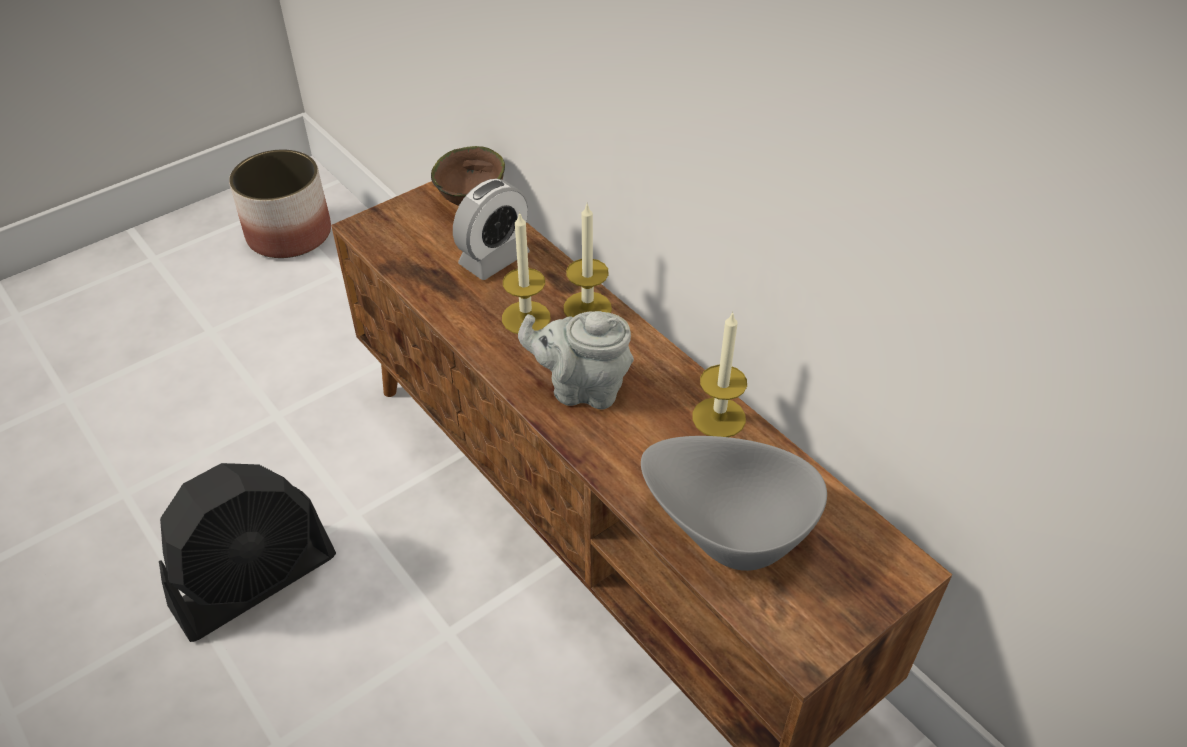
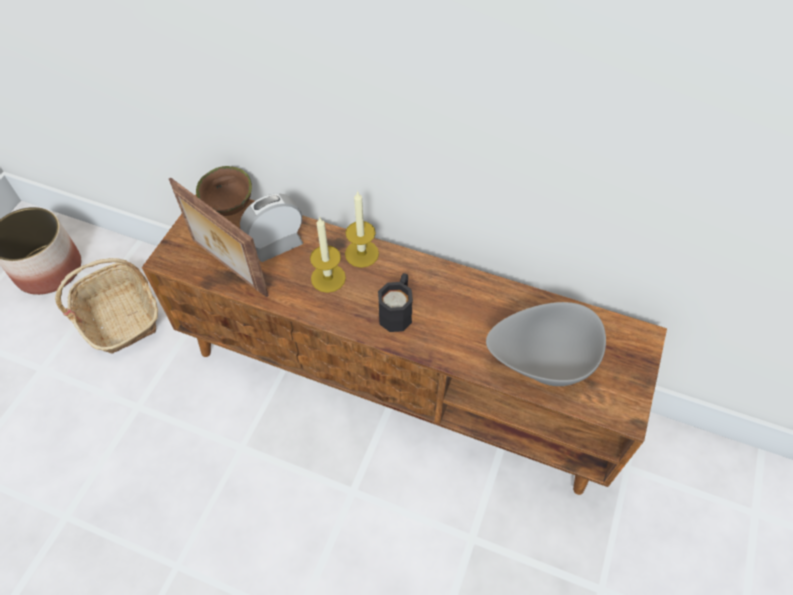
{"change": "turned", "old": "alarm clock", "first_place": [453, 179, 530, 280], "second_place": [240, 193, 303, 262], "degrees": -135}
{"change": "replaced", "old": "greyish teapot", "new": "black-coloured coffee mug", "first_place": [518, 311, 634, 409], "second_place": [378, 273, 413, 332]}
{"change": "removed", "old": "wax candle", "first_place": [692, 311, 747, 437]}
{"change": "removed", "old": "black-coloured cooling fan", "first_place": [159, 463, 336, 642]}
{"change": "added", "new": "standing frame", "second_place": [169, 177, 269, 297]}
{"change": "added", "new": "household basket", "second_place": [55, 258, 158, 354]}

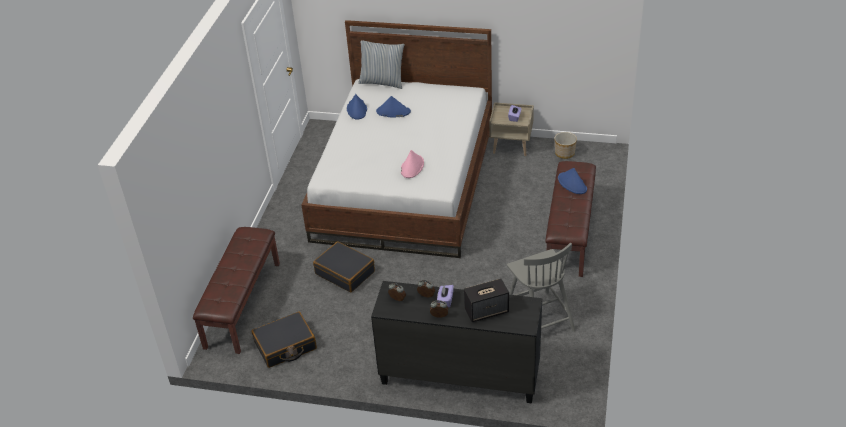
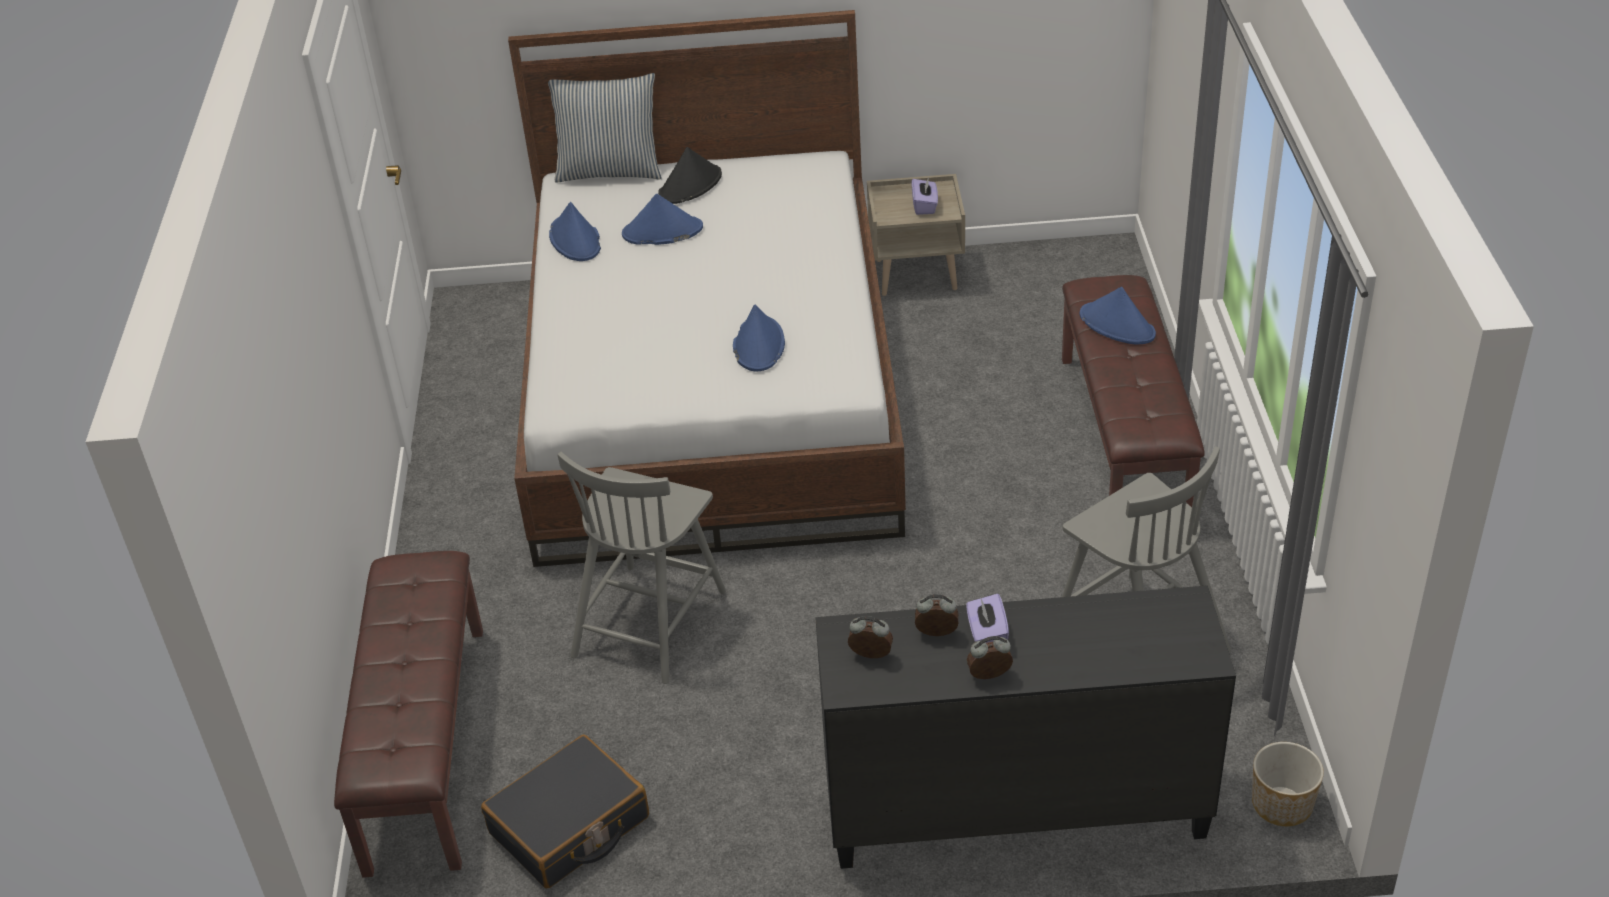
{"change": "moved", "old": "plant pot", "first_place": [554, 132, 577, 159], "second_place": [1252, 742, 1324, 826]}
{"change": "recoloured", "old": "pink-coloured clothing hat", "new": "bluish clothing hat", "first_place": [401, 150, 424, 178], "second_place": [733, 304, 785, 371]}
{"change": "replaced", "old": "black-coloured travel case", "new": "greyish plain chair", "first_place": [313, 241, 375, 292], "second_place": [558, 452, 726, 684]}
{"change": "removed", "old": "speaker", "first_place": [464, 278, 509, 322]}
{"change": "added", "new": "black-coloured clothing hat", "second_place": [658, 147, 722, 204]}

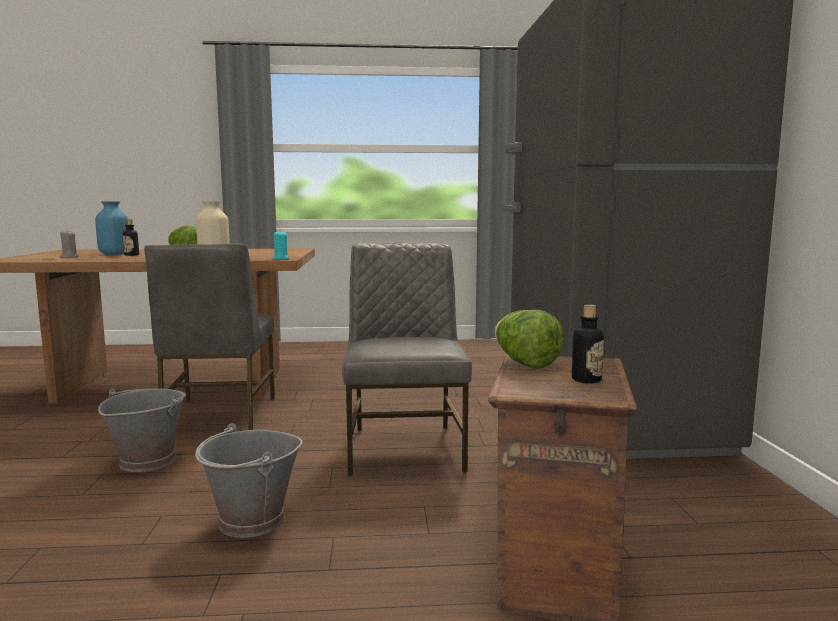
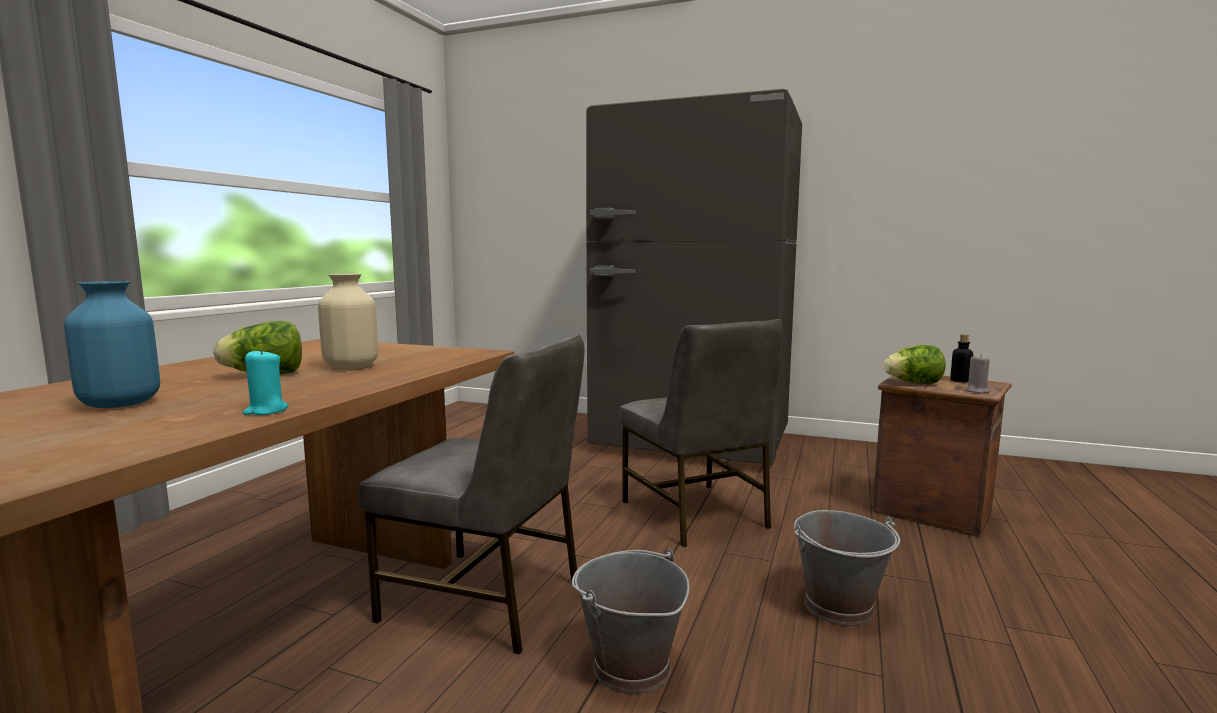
{"change": "removed", "old": "beverage bottle", "first_place": [123, 219, 139, 256]}
{"change": "moved", "old": "greyish wax candle", "first_place": [60, 230, 79, 258], "second_place": [965, 354, 990, 394]}
{"change": "moved", "old": "turquoise wax candle", "first_place": [272, 232, 289, 260], "second_place": [243, 349, 288, 415]}
{"change": "turned", "old": "greyish plain chair", "first_place": [342, 243, 472, 476], "second_place": [620, 319, 783, 547], "degrees": -135}

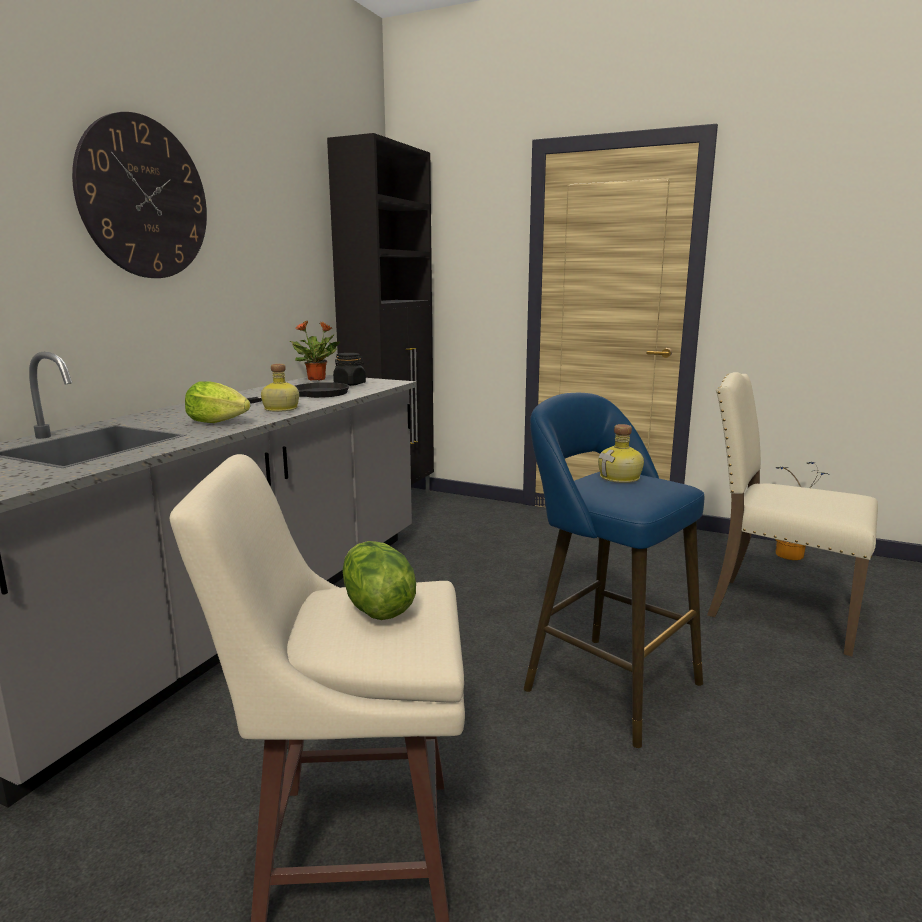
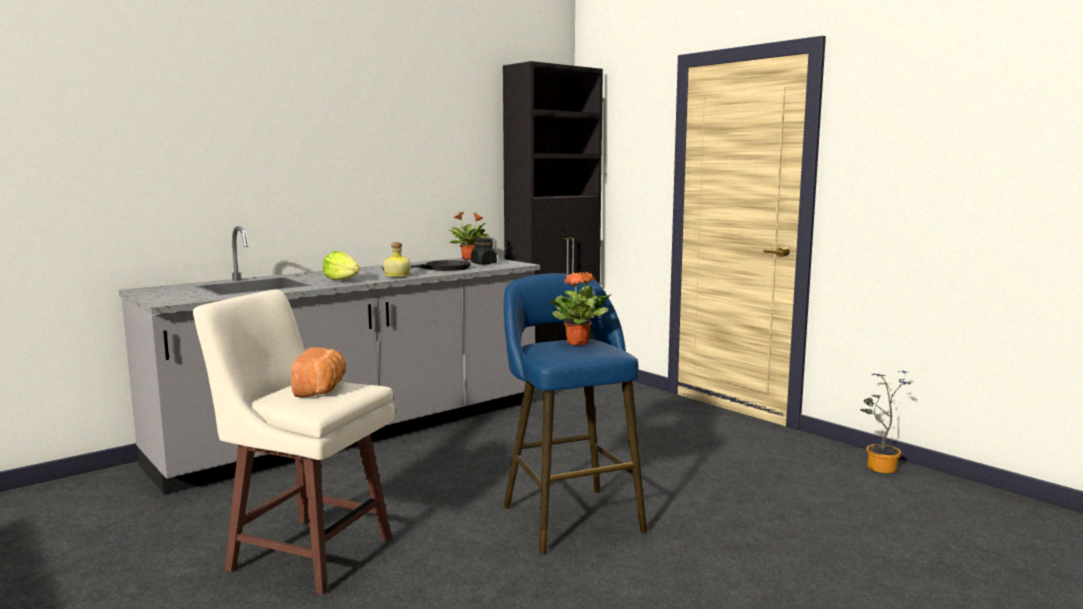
{"change": "removed", "old": "wall clock", "first_place": [72, 112, 207, 278]}
{"change": "removed", "old": "sand-coloured plain chair", "first_place": [707, 372, 878, 656]}
{"change": "replaced", "old": "beverage bottle", "new": "potted plant", "first_place": [598, 424, 644, 483], "second_place": [549, 272, 611, 345]}
{"change": "replaced", "old": "lettuce head", "new": "baked bread", "first_place": [342, 541, 416, 620], "second_place": [291, 347, 346, 397]}

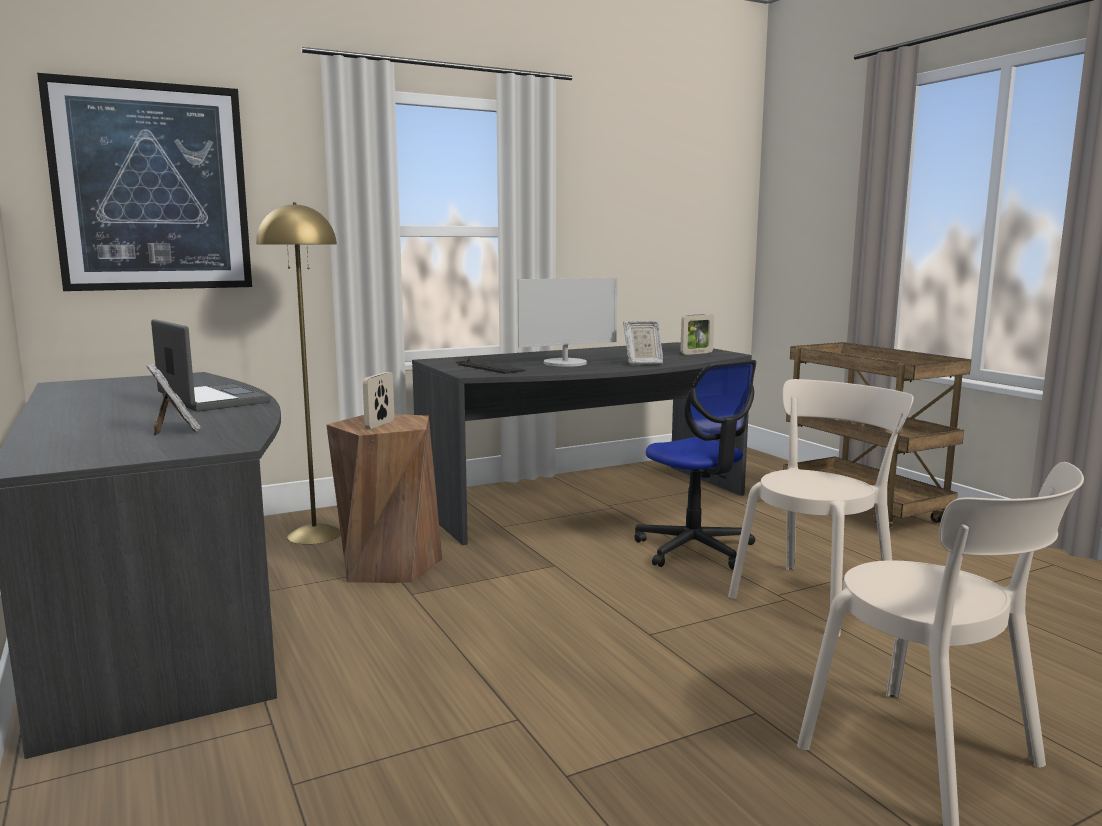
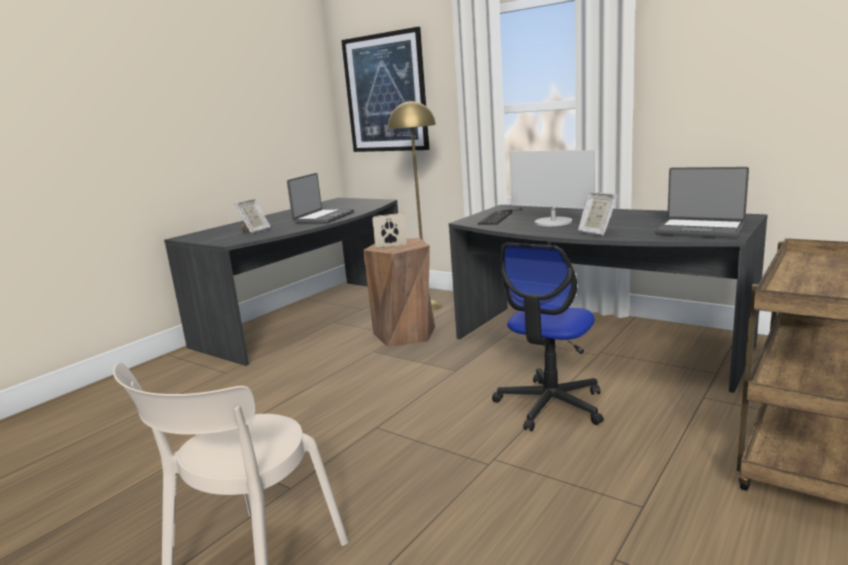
{"change": "replaced", "old": "standing frame", "new": "notebook computer", "first_place": [680, 314, 714, 355], "second_place": [655, 167, 749, 238]}
{"change": "removed", "old": "sand-coloured plain chair", "first_place": [728, 379, 914, 637]}

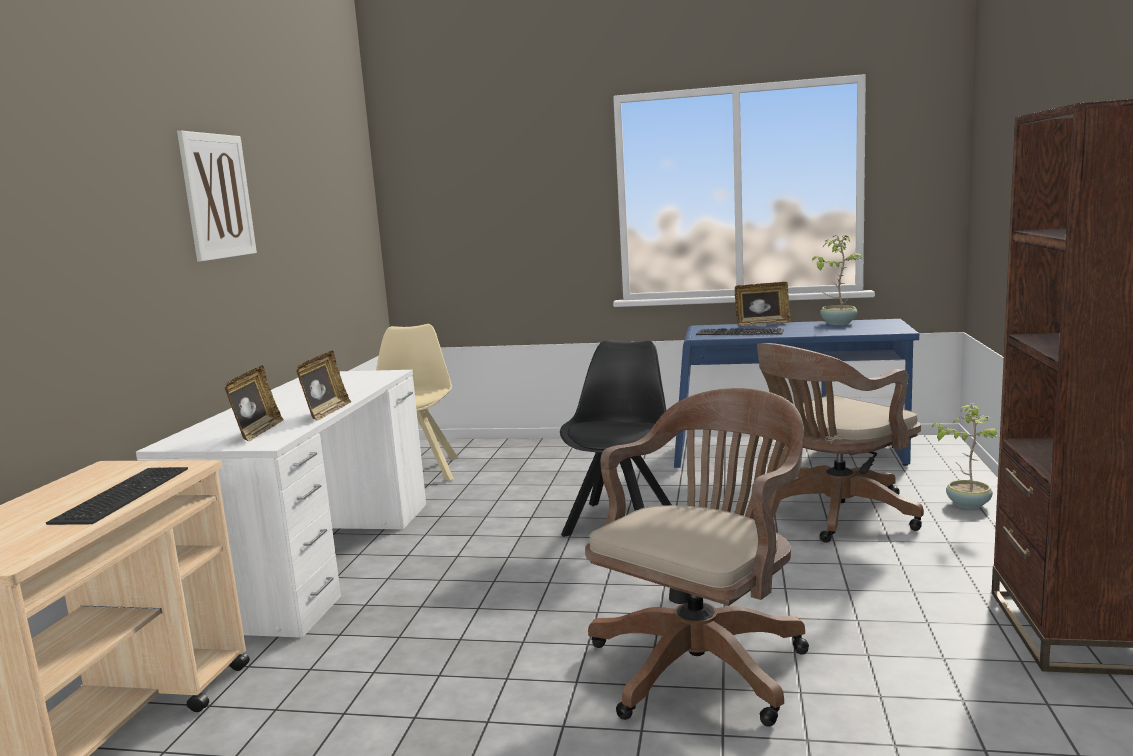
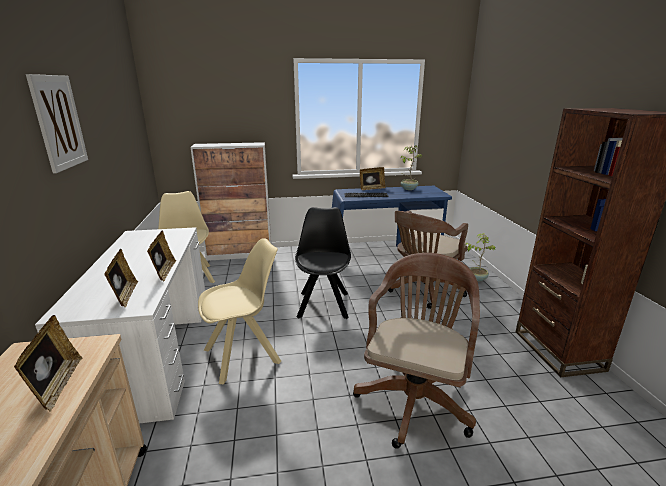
{"change": "replaced", "old": "PC keyboard", "new": "standing frame", "first_place": [46, 467, 188, 525], "second_place": [14, 315, 83, 412]}
{"change": "added", "new": "storage cabinet", "second_place": [190, 142, 271, 261]}
{"change": "added", "new": "sand-coloured plain chair", "second_place": [198, 238, 281, 385]}

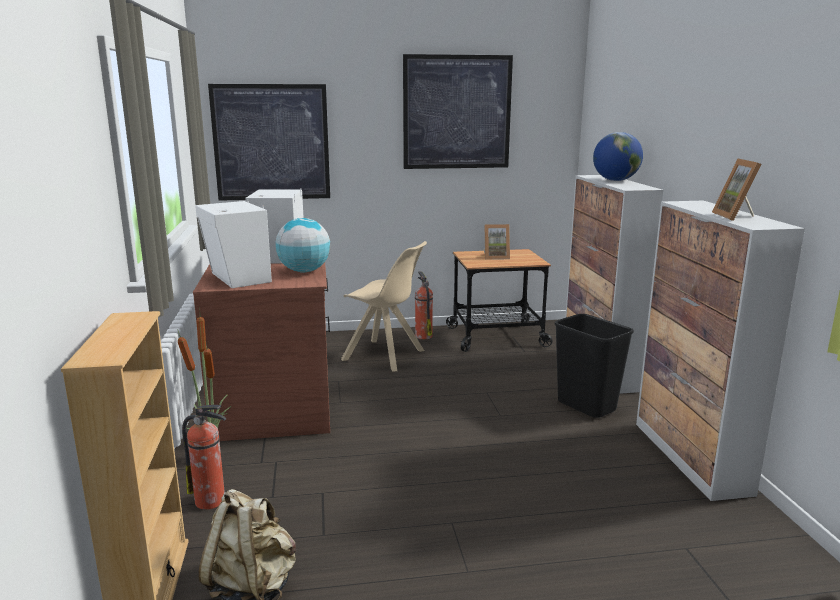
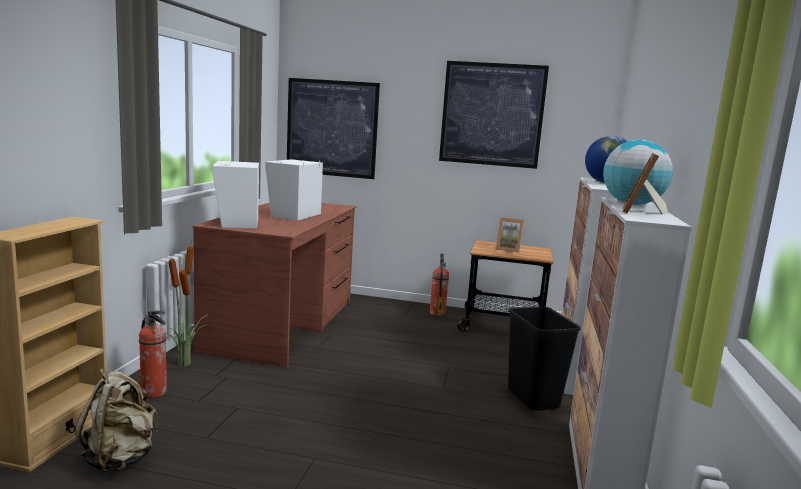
{"change": "moved", "old": "globe", "first_place": [275, 218, 331, 272], "second_place": [603, 140, 673, 205]}
{"change": "removed", "old": "sand-coloured plain chair", "first_place": [341, 241, 427, 372]}

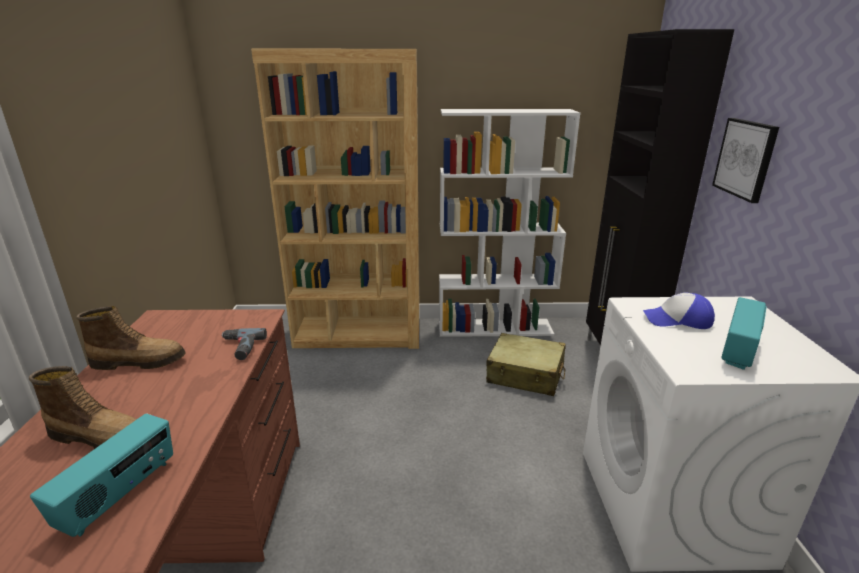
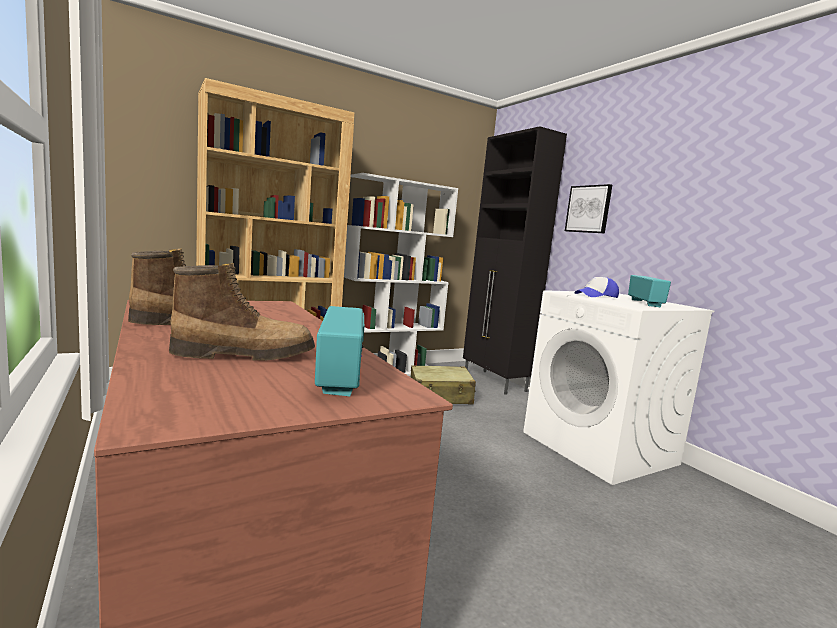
{"change": "removed", "old": "drill", "first_place": [221, 328, 267, 360]}

